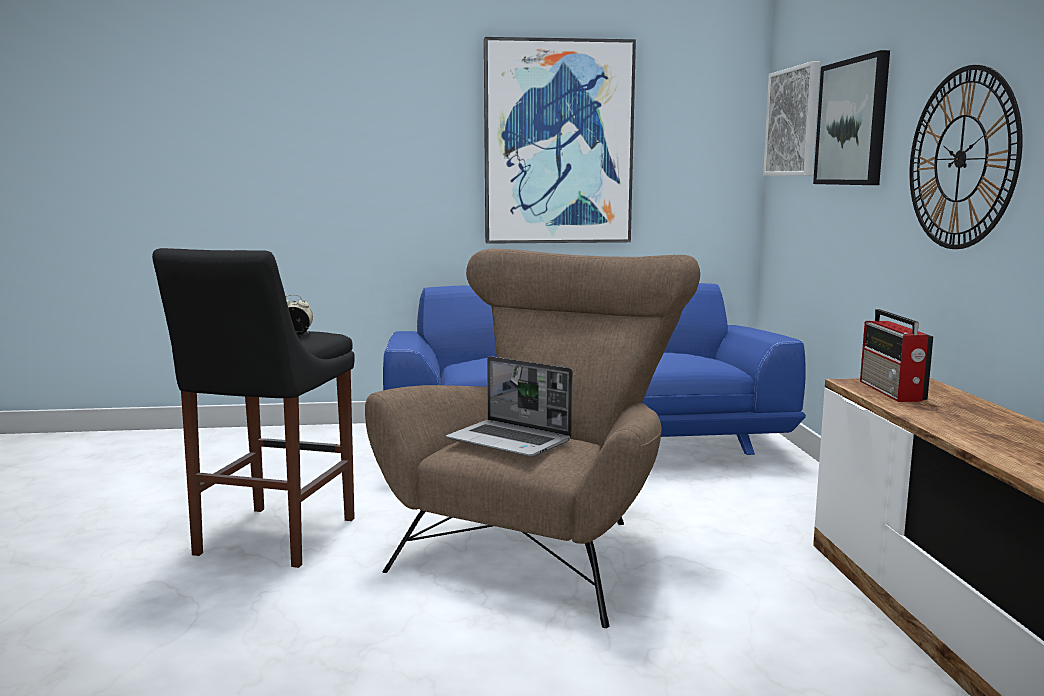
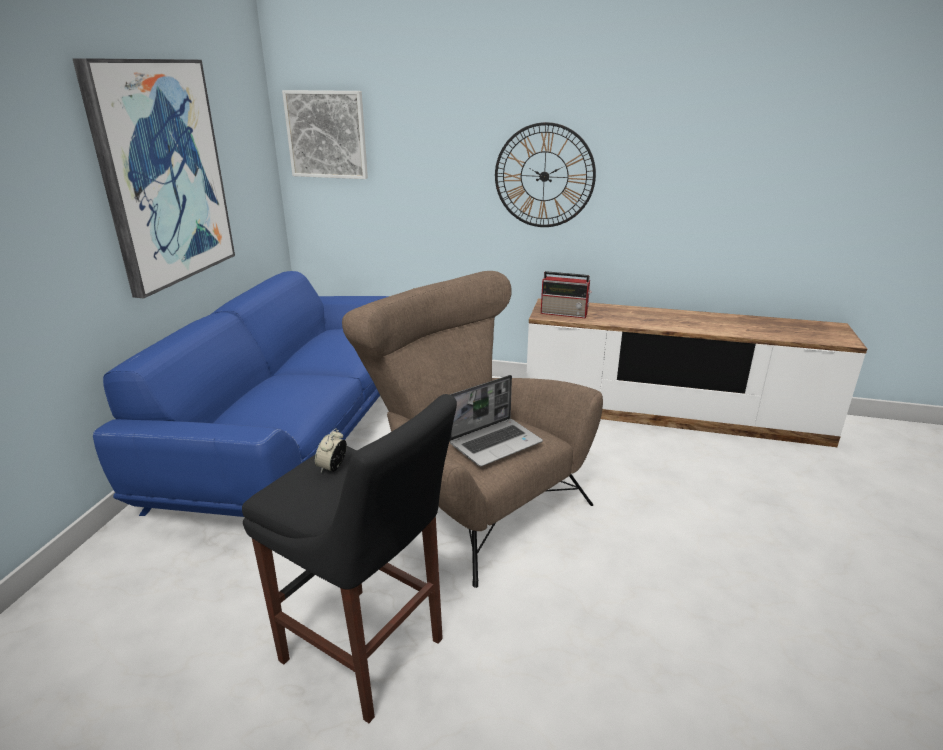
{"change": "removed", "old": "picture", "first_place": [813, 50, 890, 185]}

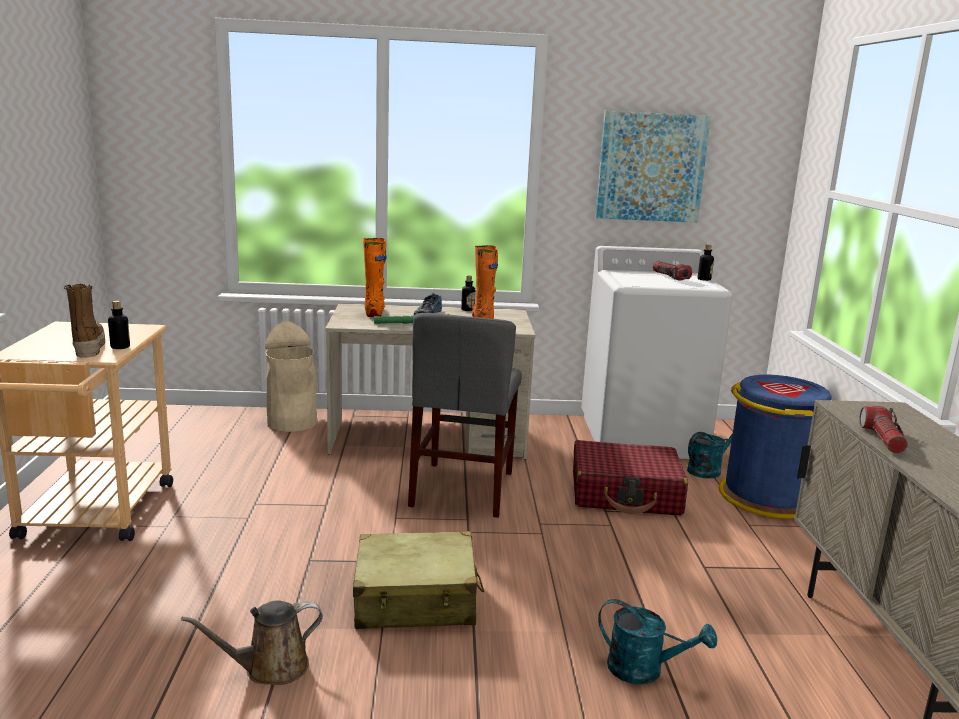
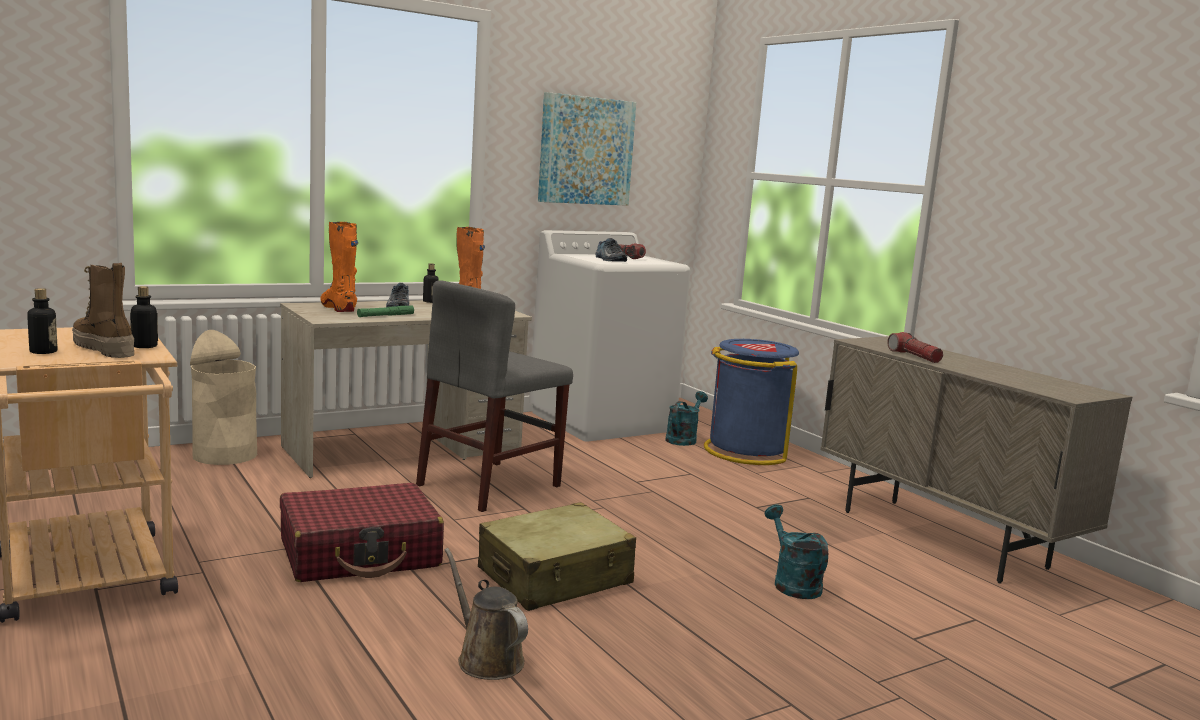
{"change": "moved", "old": "beverage bottle", "first_place": [698, 244, 714, 281], "second_place": [27, 288, 58, 354]}
{"change": "turned", "old": "greyish plain chair", "first_place": [408, 313, 522, 518], "second_place": [416, 280, 573, 512], "degrees": 60}
{"change": "moved", "old": "reddish travel case", "first_place": [573, 440, 688, 515], "second_place": [280, 483, 444, 582]}
{"change": "turned", "old": "turquoise sprinkling can", "first_place": [598, 599, 717, 685], "second_place": [765, 504, 828, 599], "degrees": -105}
{"change": "turned", "old": "brown sprinkling can", "first_place": [181, 601, 323, 685], "second_place": [445, 548, 528, 680], "degrees": 105}
{"change": "added", "new": "shoe", "second_place": [595, 238, 627, 262]}

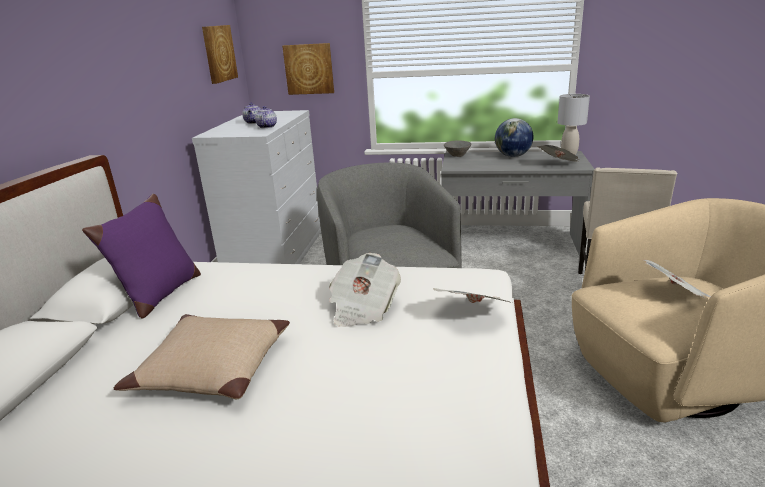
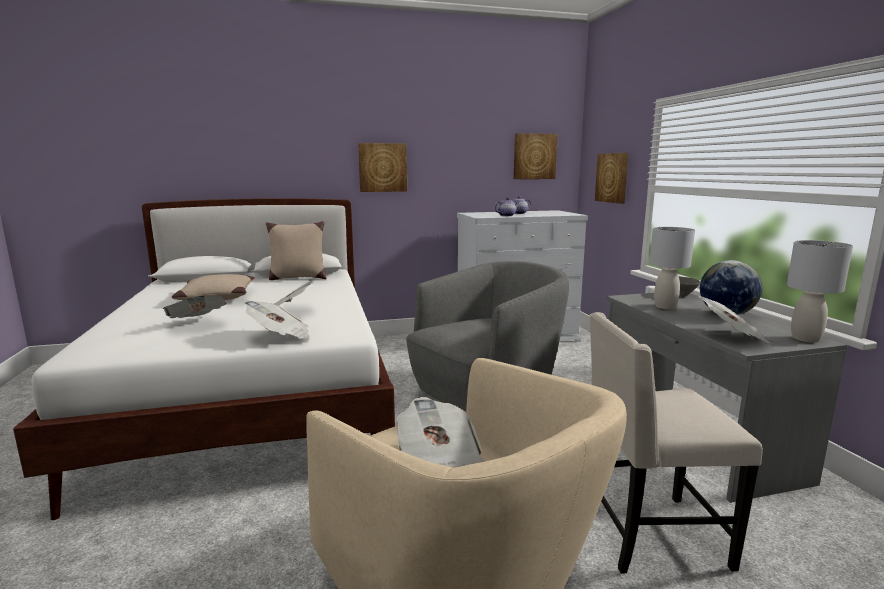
{"change": "recoloured", "old": "purplish throw pillow", "new": "sand-coloured throw pillow", "first_place": [82, 194, 201, 319], "second_place": [266, 221, 327, 280]}
{"change": "added", "new": "picture", "second_place": [358, 143, 407, 192]}
{"change": "added", "new": "greyish lamp for a table", "second_place": [649, 227, 695, 309]}
{"change": "added", "new": "printed paper", "second_place": [163, 295, 227, 318]}

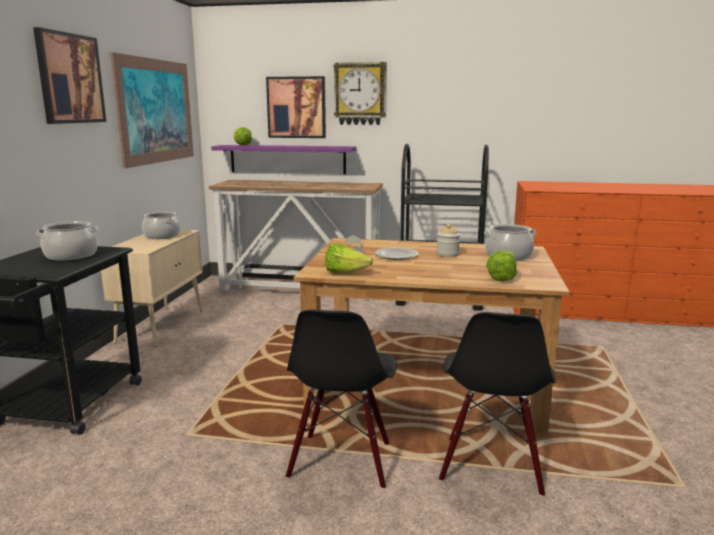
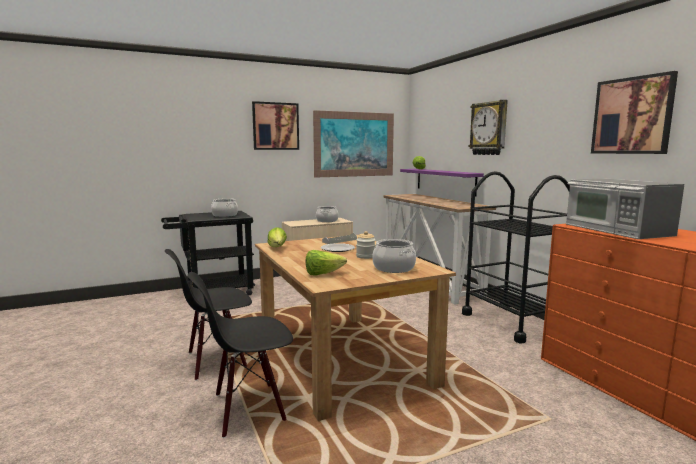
{"change": "moved", "old": "picture", "first_place": [266, 76, 326, 138], "second_place": [591, 71, 678, 154]}
{"change": "added", "new": "microwave", "second_place": [566, 179, 684, 239]}

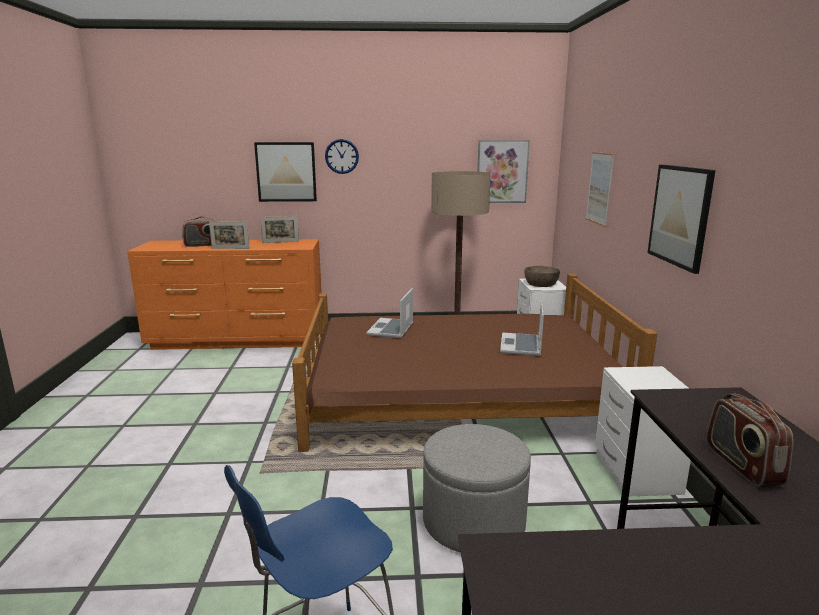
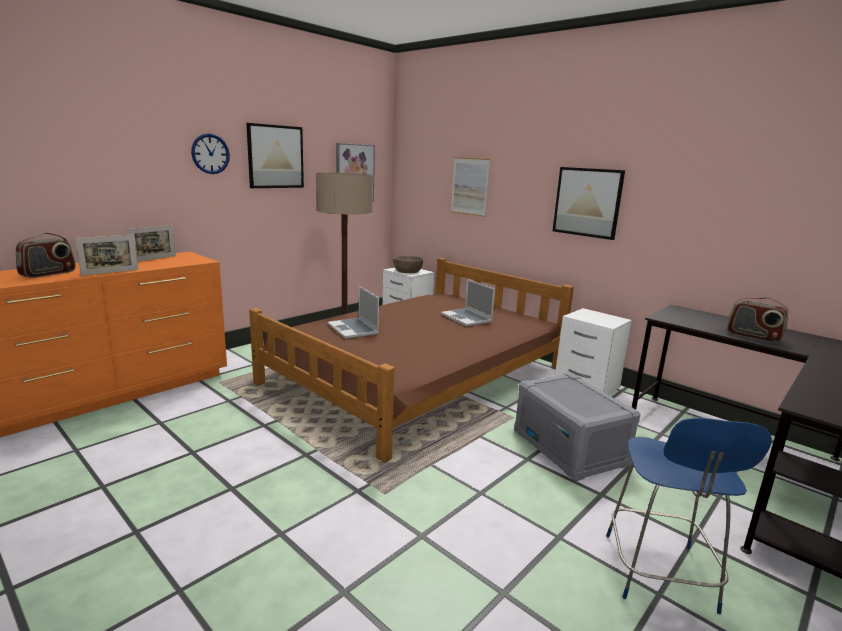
{"change": "moved", "old": "picture", "first_place": [254, 142, 317, 202], "second_place": [246, 123, 304, 188]}
{"change": "replaced", "old": "greyish footrest", "new": "greyish storage bin", "first_place": [423, 424, 531, 553], "second_place": [514, 373, 640, 481]}

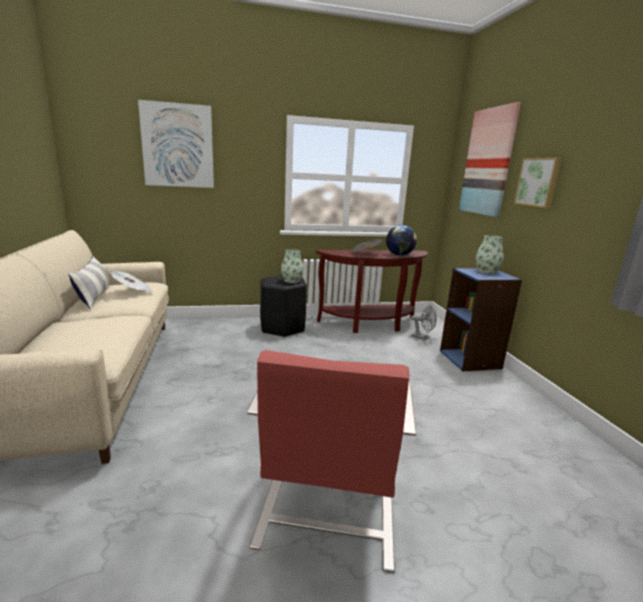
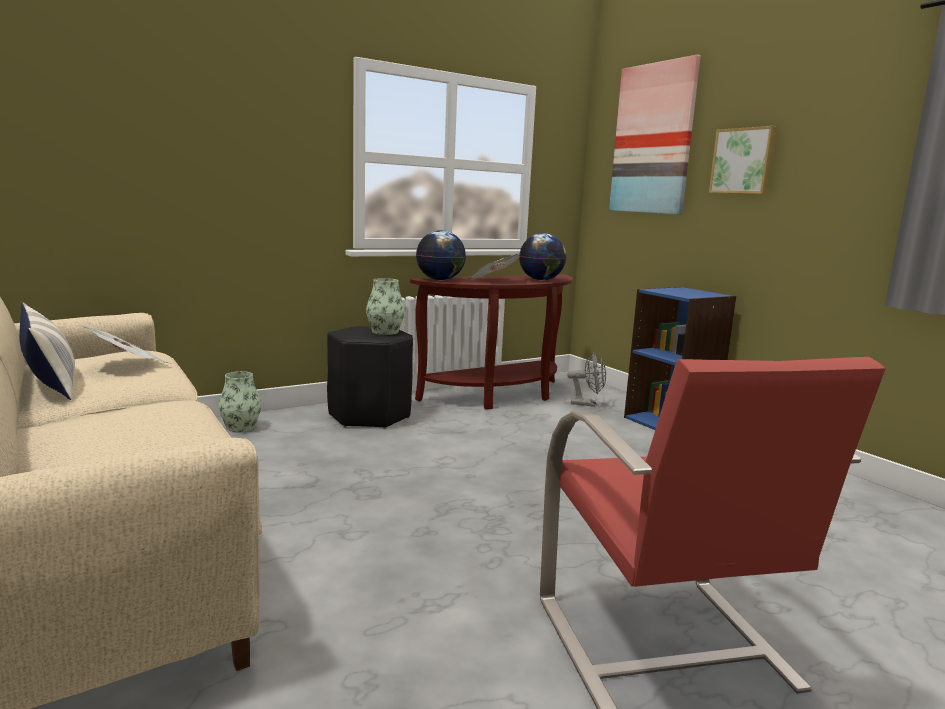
{"change": "removed", "old": "picture", "first_place": [138, 100, 214, 188]}
{"change": "moved", "old": "flower vase", "first_place": [476, 235, 504, 274], "second_place": [219, 371, 261, 432]}
{"change": "added", "new": "globe", "second_place": [416, 230, 466, 280]}

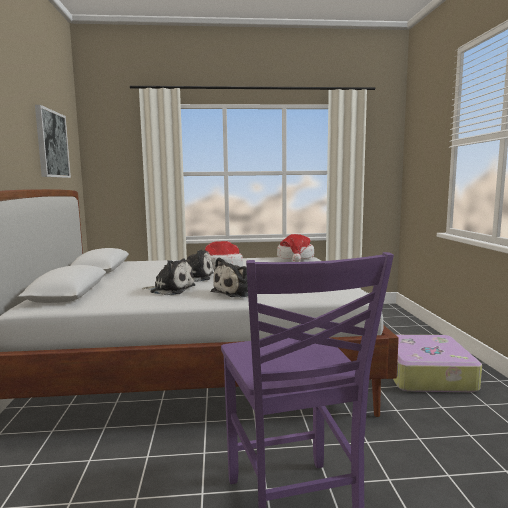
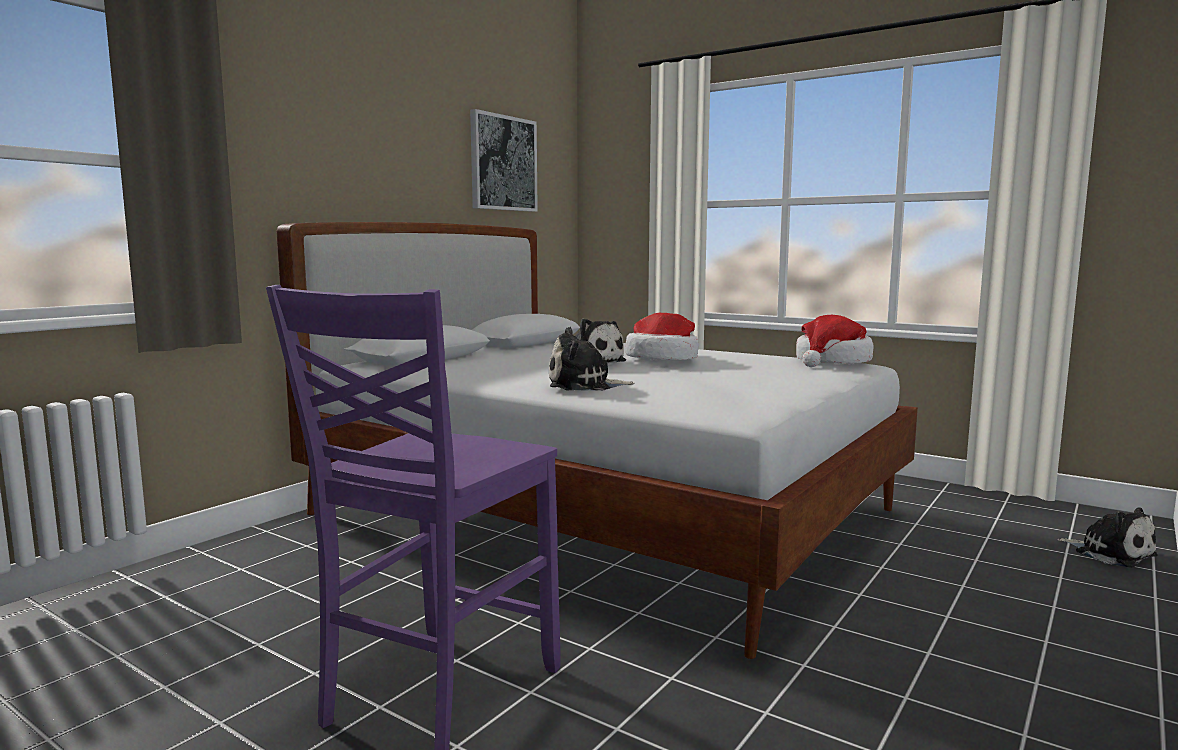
{"change": "moved", "old": "soft toy", "first_place": [142, 258, 196, 295], "second_place": [1057, 507, 1157, 568]}
{"change": "removed", "old": "travel case", "first_place": [393, 335, 482, 392]}

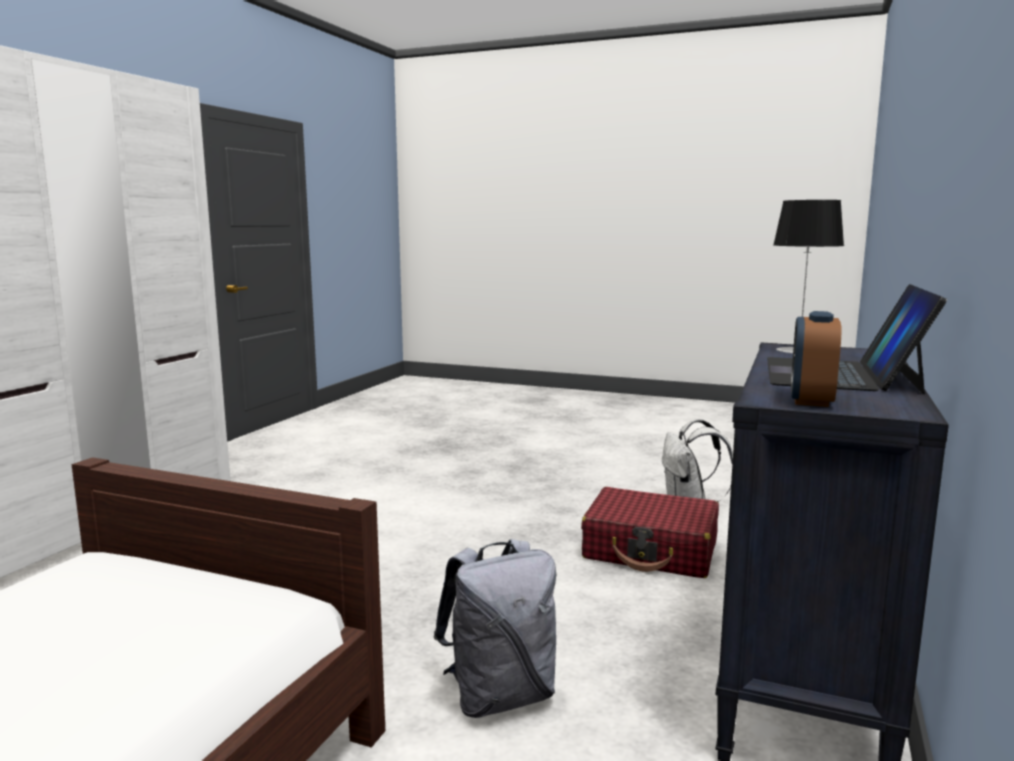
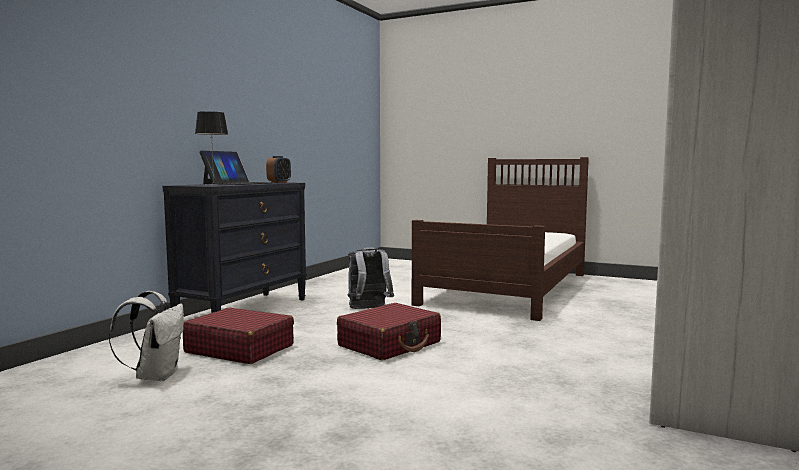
{"change": "added", "new": "reddish travel case", "second_place": [337, 303, 441, 360]}

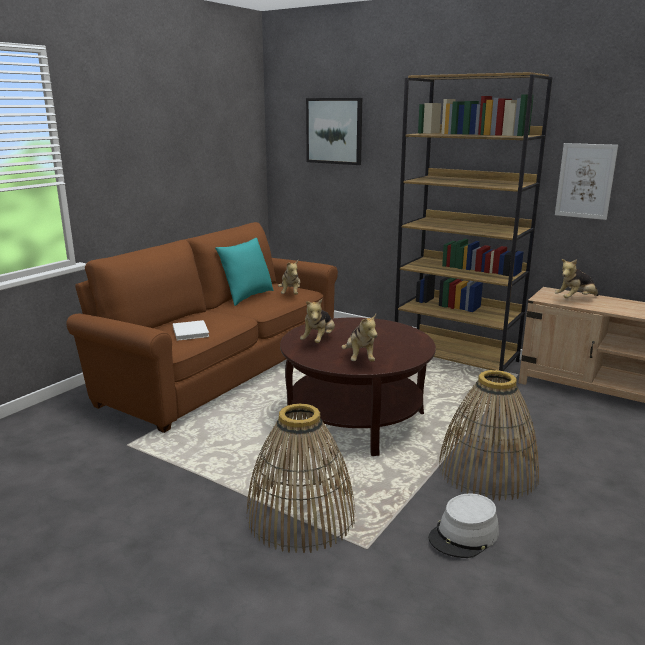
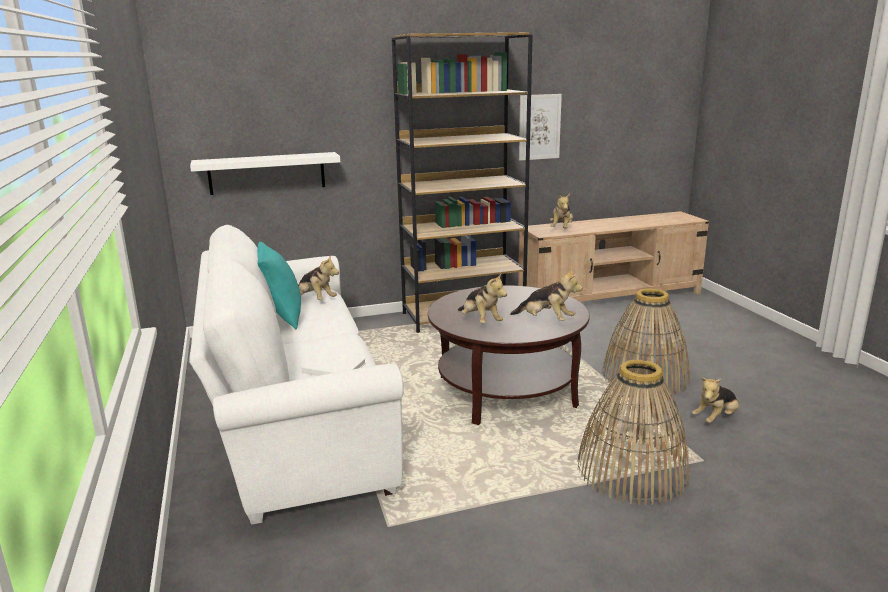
{"change": "removed", "old": "picture", "first_place": [306, 98, 362, 165]}
{"change": "recoloured", "old": "brown sofa", "new": "white-coloured sofa", "first_place": [67, 222, 338, 433], "second_place": [189, 225, 404, 525]}
{"change": "replaced", "old": "greyish clothing hat", "new": "soft toy", "first_place": [428, 493, 499, 558], "second_place": [692, 378, 739, 423]}
{"change": "added", "new": "white-coloured wall shelf", "second_place": [190, 152, 340, 195]}

